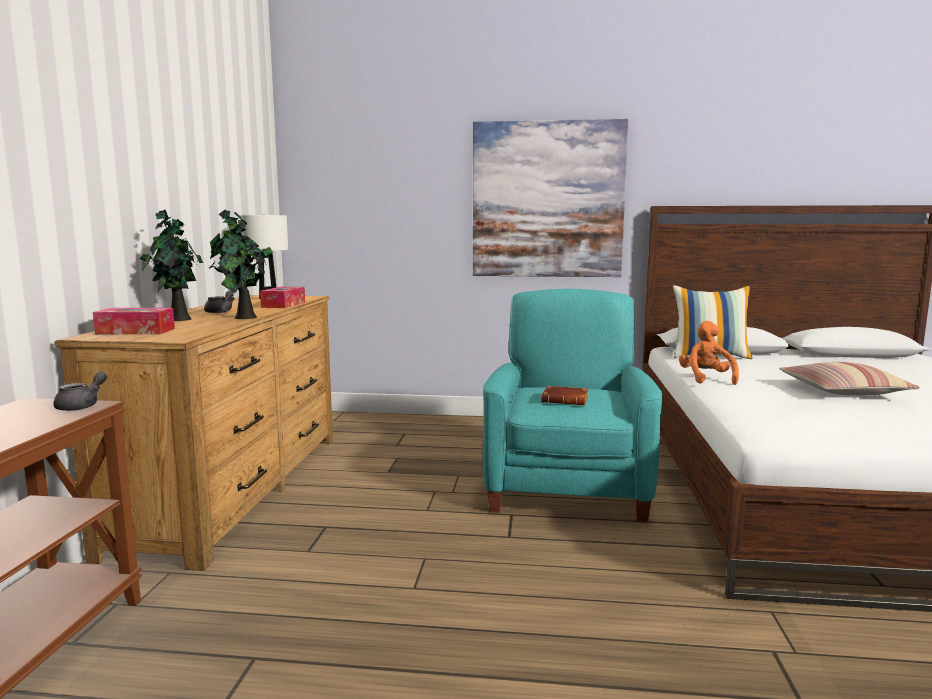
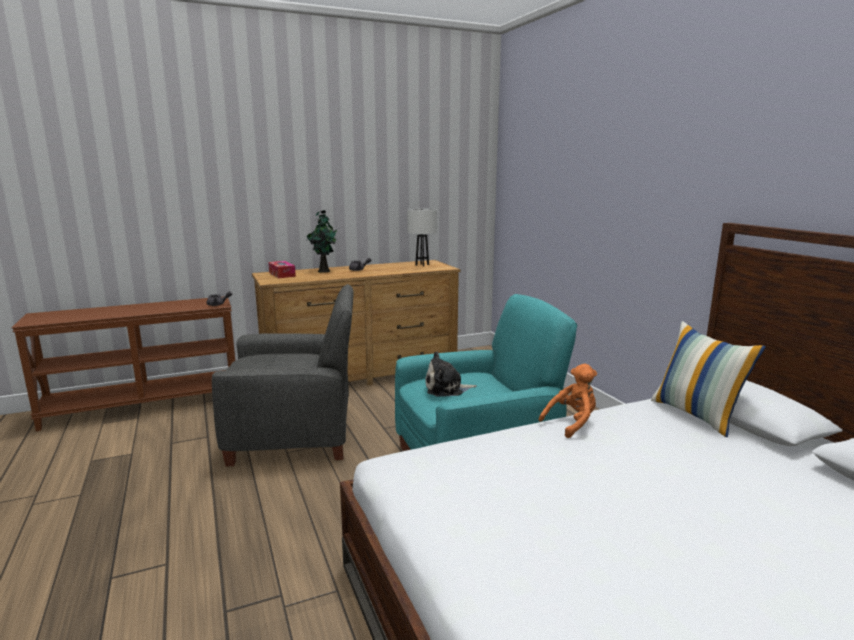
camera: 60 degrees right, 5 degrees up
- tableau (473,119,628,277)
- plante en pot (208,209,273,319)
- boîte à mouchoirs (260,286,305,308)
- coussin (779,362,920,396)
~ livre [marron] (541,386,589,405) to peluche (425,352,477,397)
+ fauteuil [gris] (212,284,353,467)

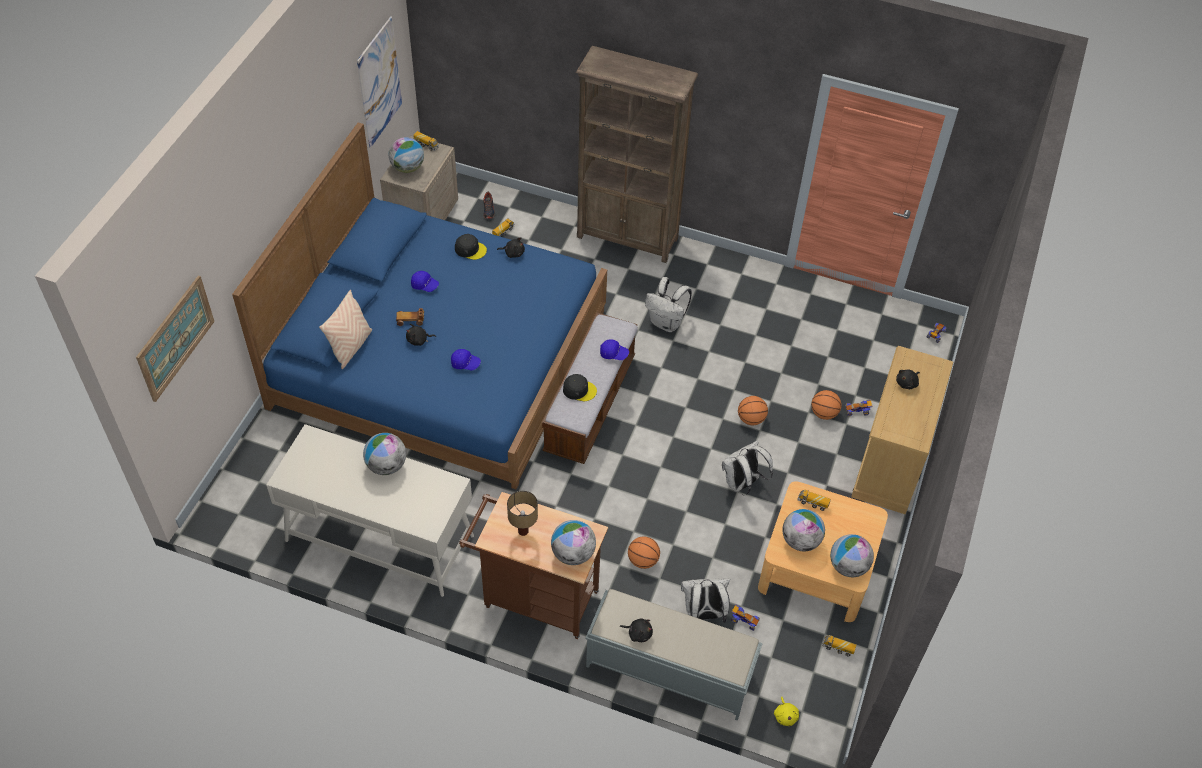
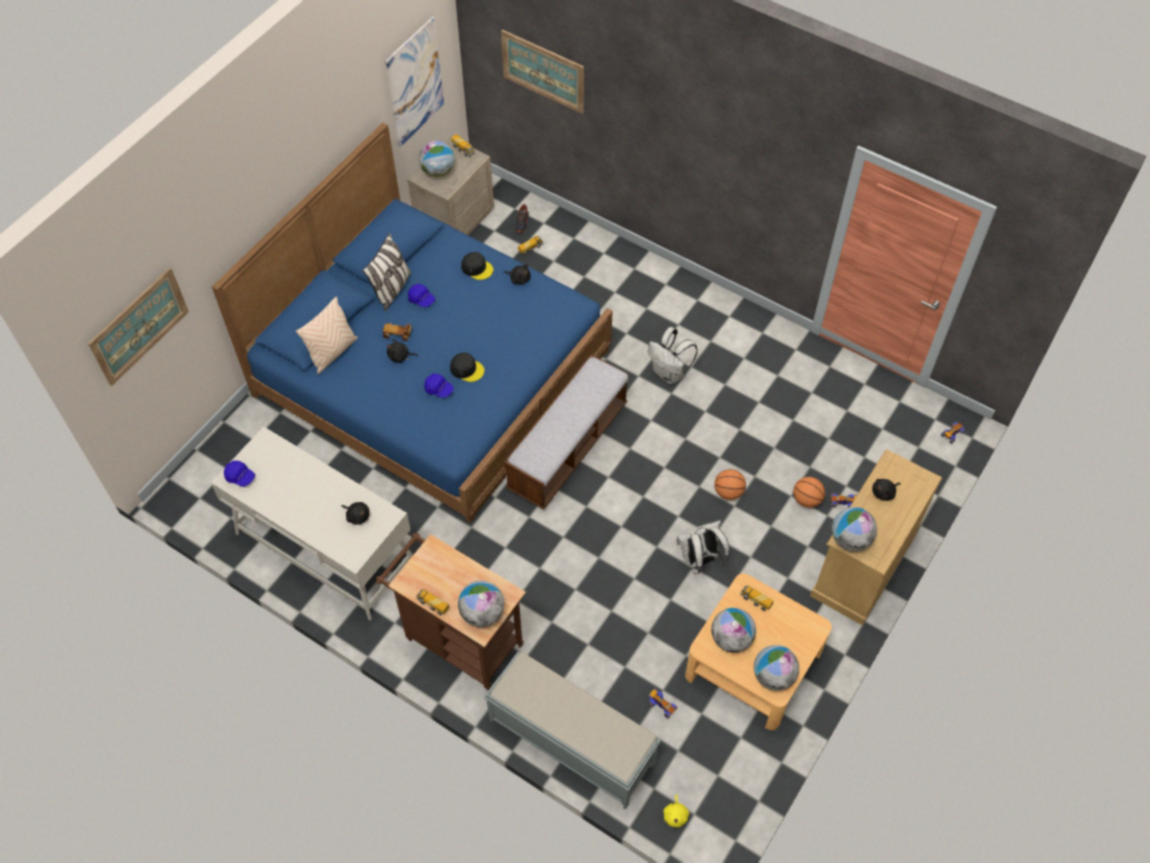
camera: 15 degrees right, 5 degrees up
- bibliothèque [marron] (576,46,698,263)
~ casquette [bleu] (600,340,629,360) to (224,460,255,487)
~ casquette [noir] (563,374,597,401) to (450,353,484,382)
~ globe (363,433,406,475) to (832,507,877,552)
- lampe de table (507,491,538,536)
- ballon de basket (628,536,660,569)
- sac à dos [blanc] (681,579,730,623)
~ peluche [noir] (619,618,653,642) to (342,502,370,525)
~ camion jouet (822,635,857,657) to (416,589,449,616)
+ tableau (501,30,584,114)
+ coussin (362,233,411,311)

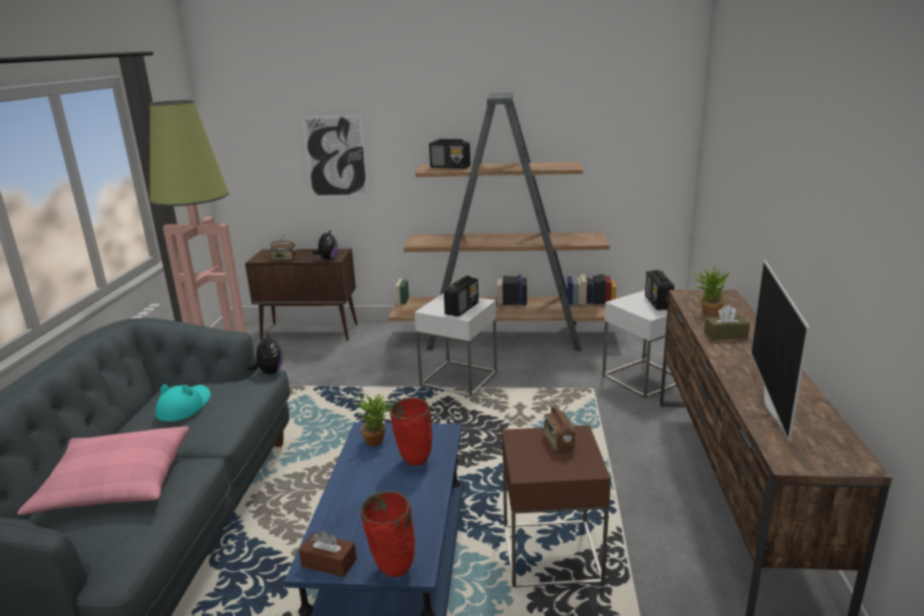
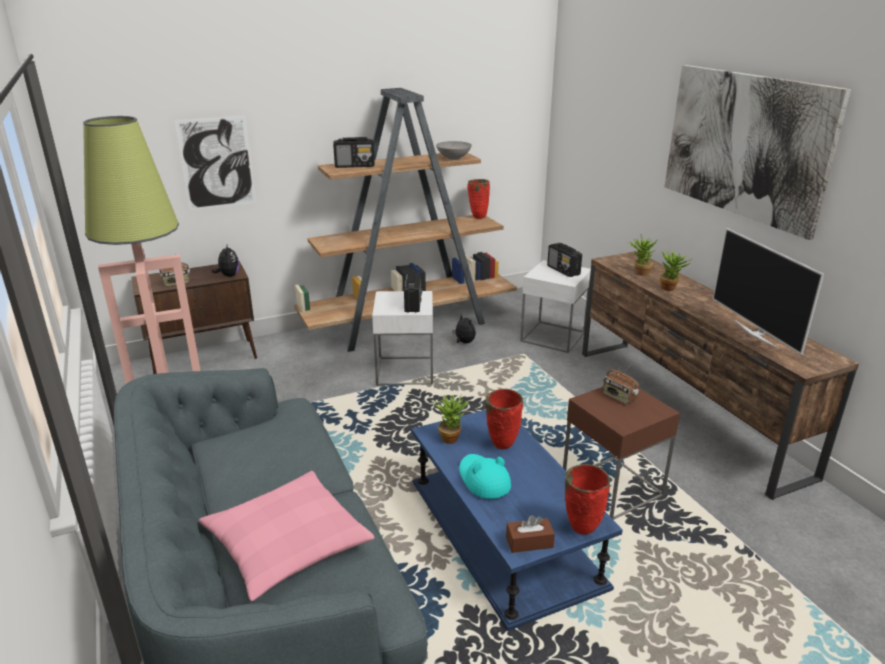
camera: 30 degrees left, 5 degrees up
~ boîte à mouchoirs [marron] (704,305,750,340) to plante en pot (660,249,692,291)
~ peluche (247,332,283,374) to (452,314,476,343)
~ chapeau [turquoise] (156,384,211,421) to (459,454,511,499)
+ tableau (664,65,851,240)
+ bol [gris] (436,141,472,160)
+ vase [rouge] (468,179,490,219)

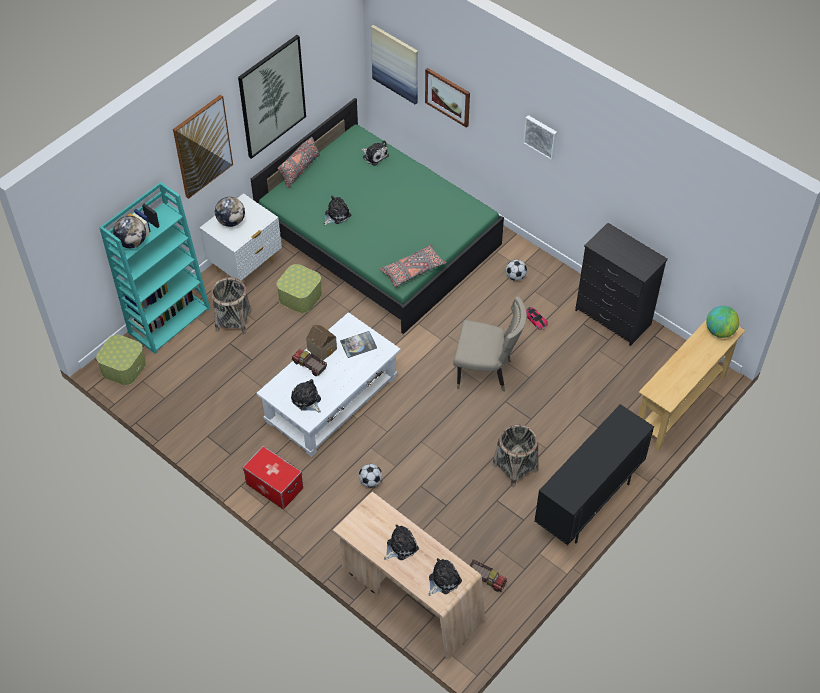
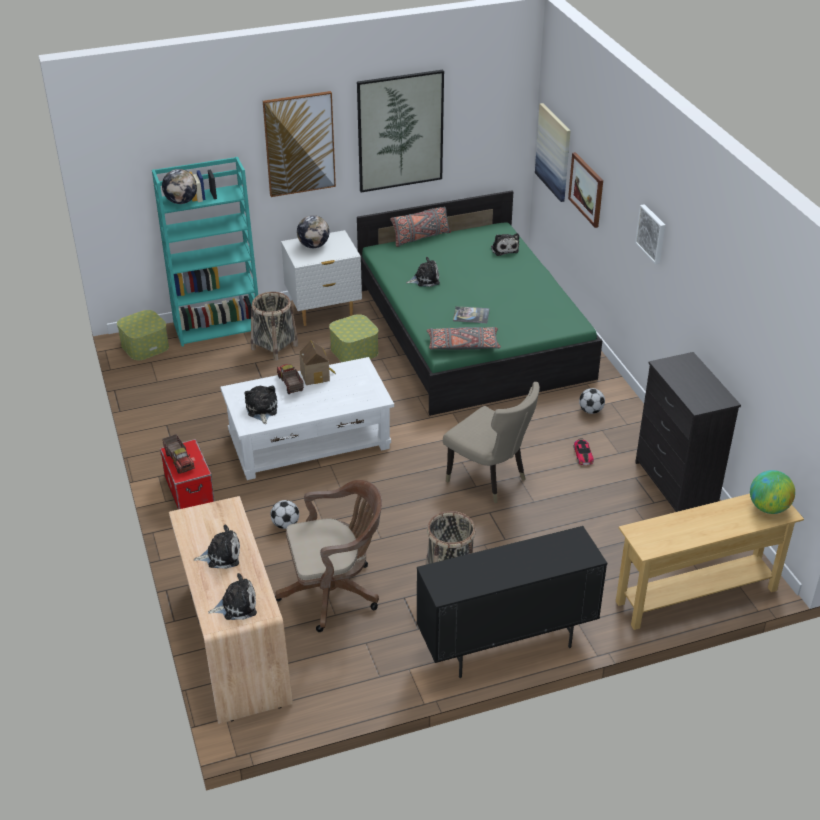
camera: 30 degrees right, 15 degrees down
~ livre (340,331,377,358) to (453,306,490,323)
~ camion jouet (469,559,507,592) to (162,434,195,473)
+ chaise de bureau [marron] (275,480,382,632)

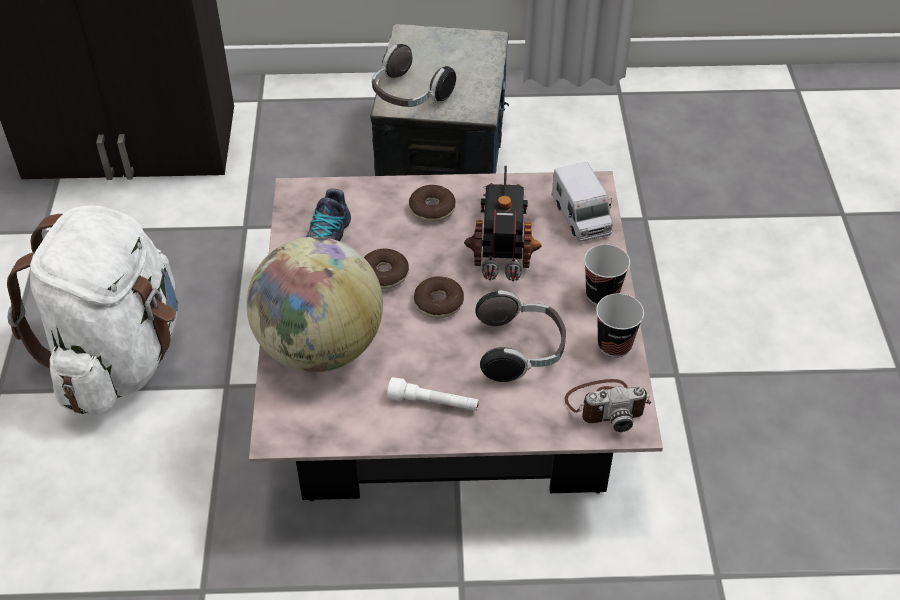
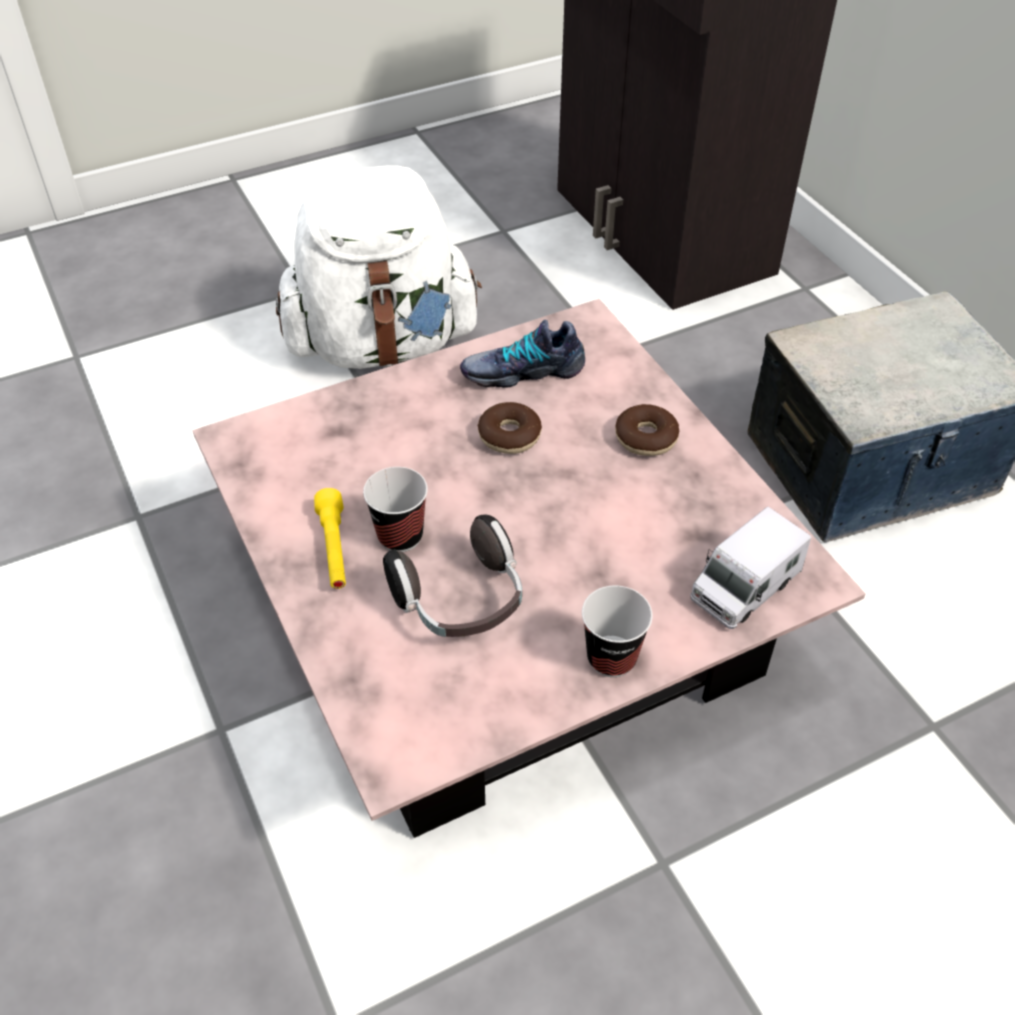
camera: 65 degrees right, 0 degrees up
- casque audio (372,44,456,107)
- camion jouet (464,166,542,281)
- globe (246,237,383,372)
- beignet (414,276,464,318)
~ tasse (596,294,644,357) to (363,467,428,552)
~ lampe de poche [blanc] (387,377,479,411) to lampe de poche [jaune] (314,488,346,589)
- appareil photo (565,379,651,432)

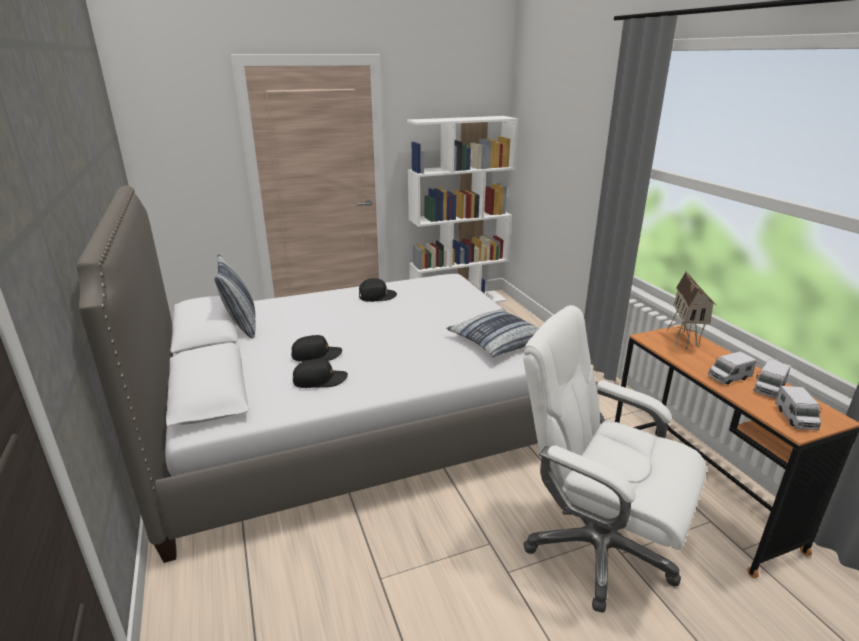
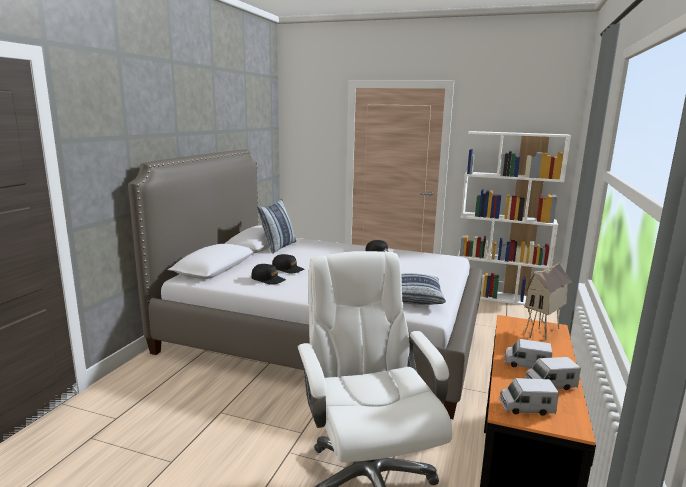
camera: 40 degrees right, 10 degrees down
~ camion jouet (775,386,822,430) = (499,378,559,416) 45 degrees clockwise

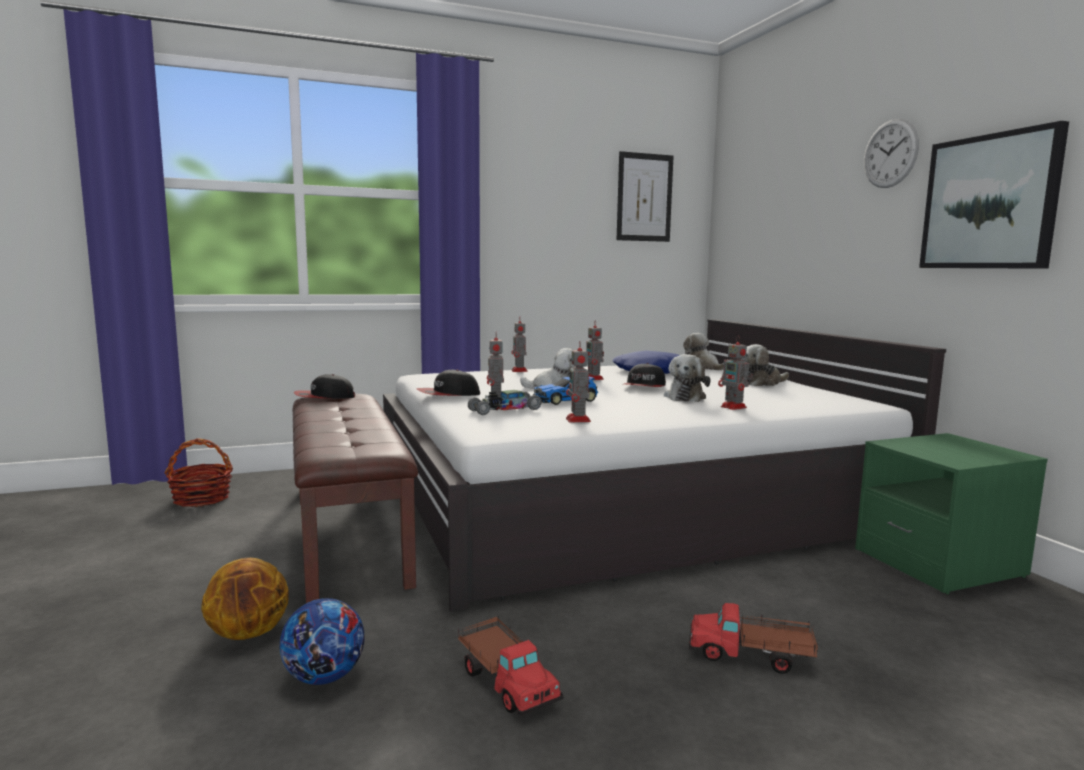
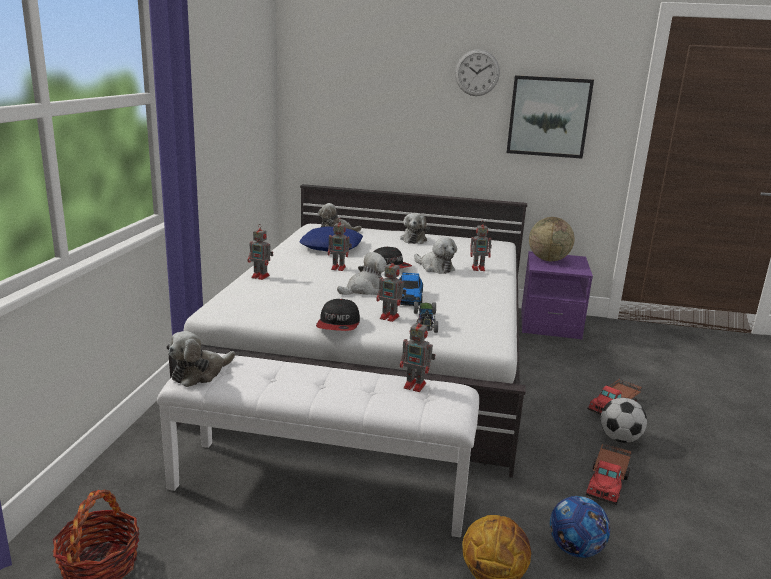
camera: 60 degrees left, 10 degrees up
- tableau (617,151,674,242)
~ robot jouet (566,342,591,422) to (400,317,435,392)
~ casquette (294,374,355,399) to peluche (168,331,235,387)
~ banc [marron] (293,394,418,603) to banc [blanc] (157,353,479,538)
~ table de chevet [vert] (855,433,1048,594) to table de chevet [violet] (521,251,593,340)
~ camion jouet (458,616,564,716) = (586,444,632,505) 120 degrees clockwise
+ globe (529,217,575,261)
+ ballon de foot (601,398,647,443)

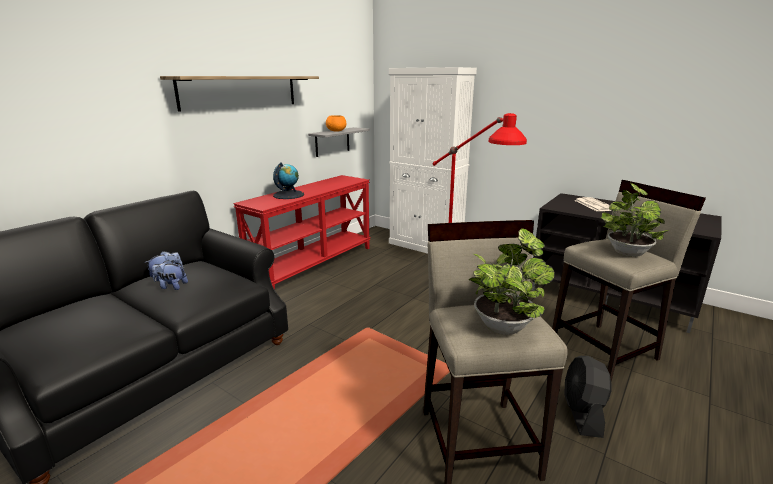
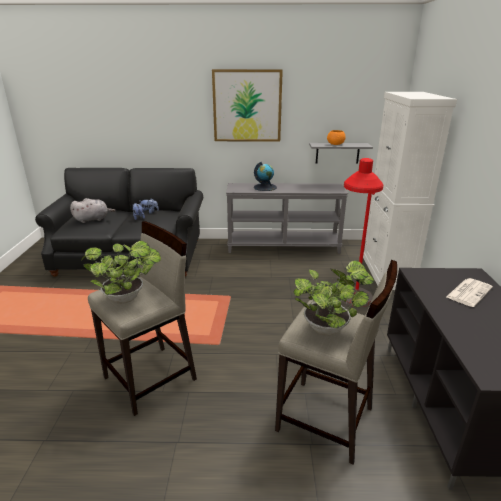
camera: 55 degrees right, 5 degrees up
~ étagère (160,76,319,112) to tableau (212,69,283,142)
~ table console [rouge] (233,175,371,290) to table console [gris] (226,183,348,254)
- ventilateur [noir] (564,356,612,438)
+ peluche [gris] (70,198,116,223)

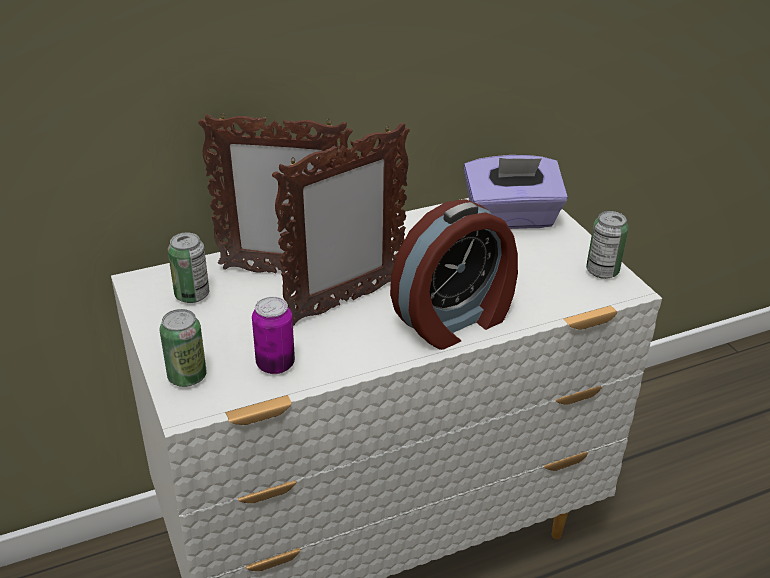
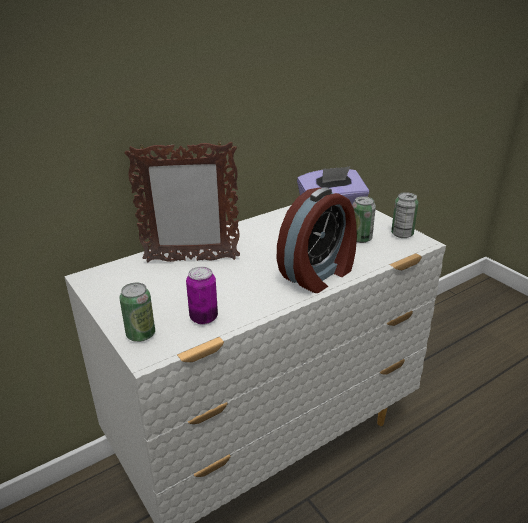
camera: 10 degrees left, 5 degrees down
- cadre photo (272,123,410,326)
~ boîte métallique (168,232,209,303) to (352,196,376,243)

